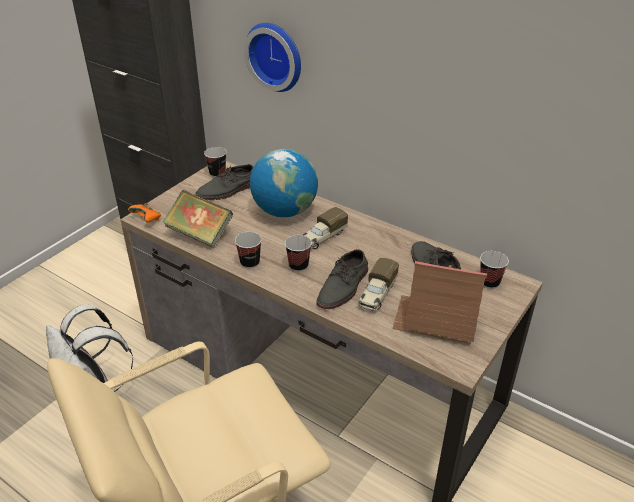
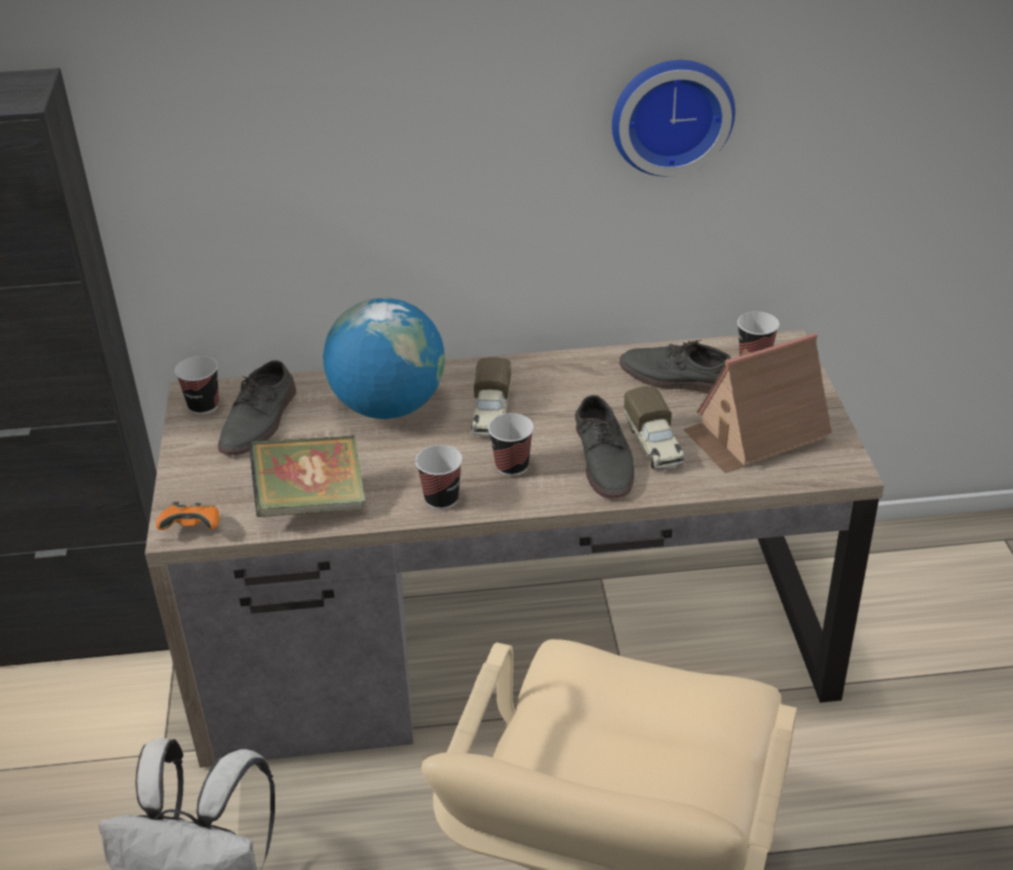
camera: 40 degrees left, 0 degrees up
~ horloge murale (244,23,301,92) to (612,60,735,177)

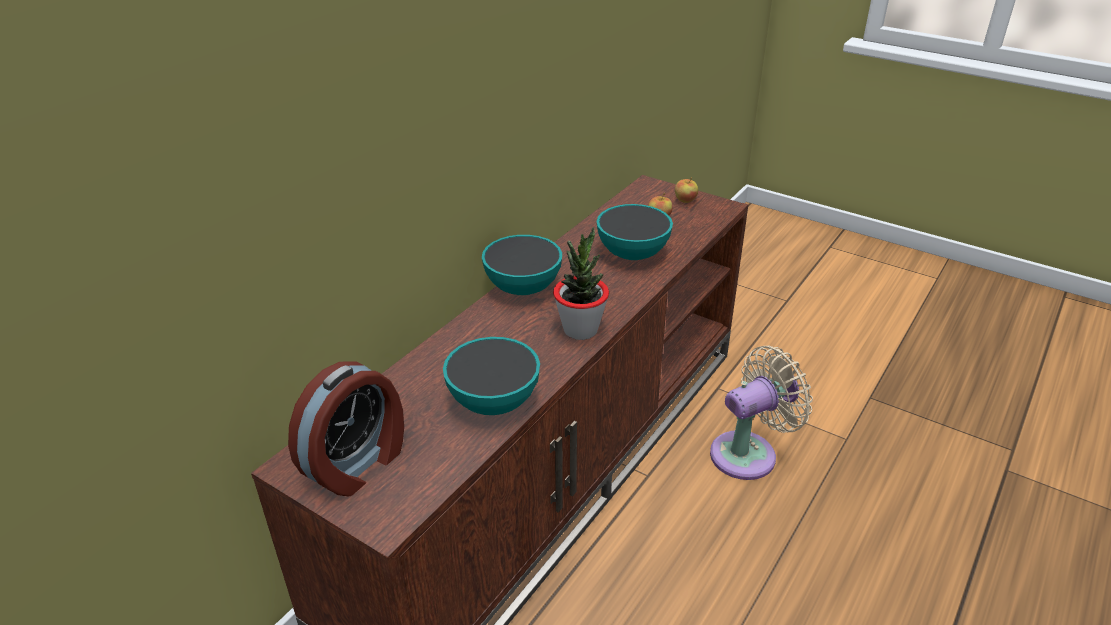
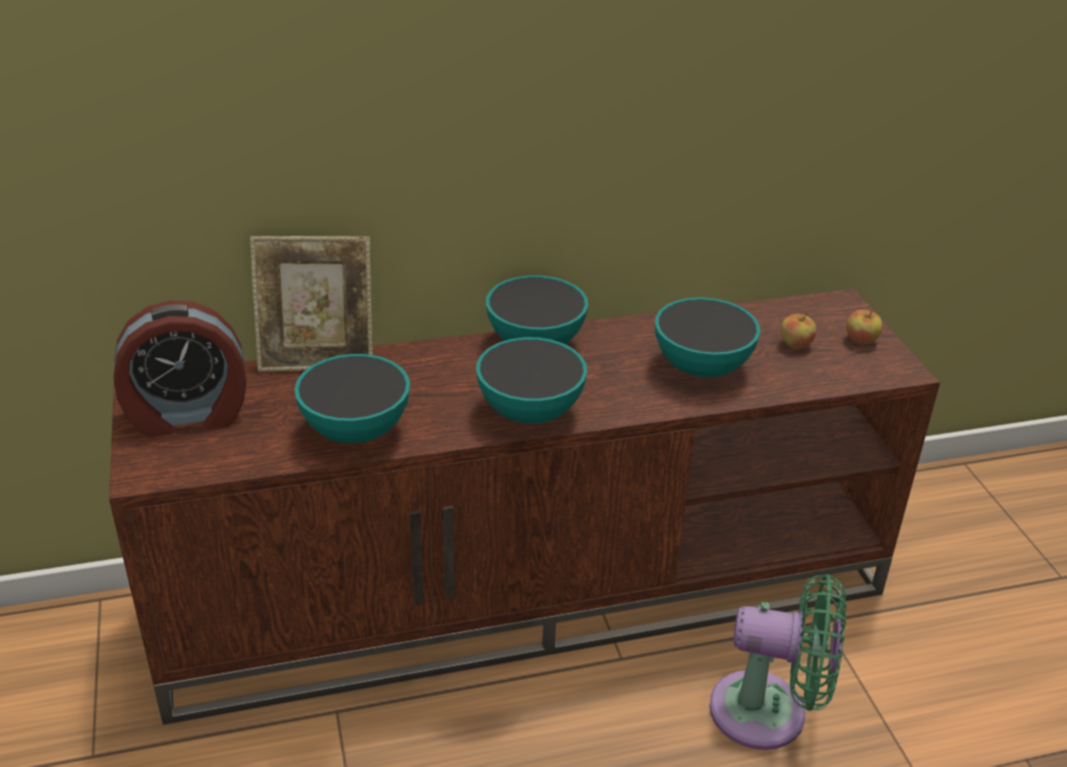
camera: 40 degrees right, 0 degrees up
~ plante en pot (553,227,609,340) to bol (476,337,587,423)
~ ventilateur [beige] (710,346,813,480) to ventilateur [vert] (709,574,846,750)
+ cadre photo (250,236,373,372)

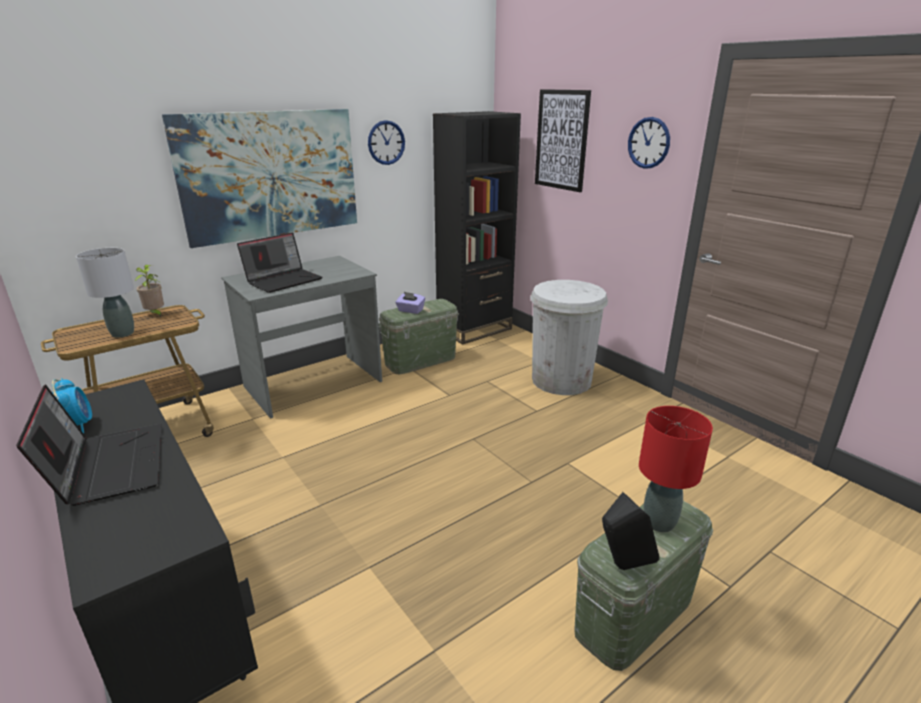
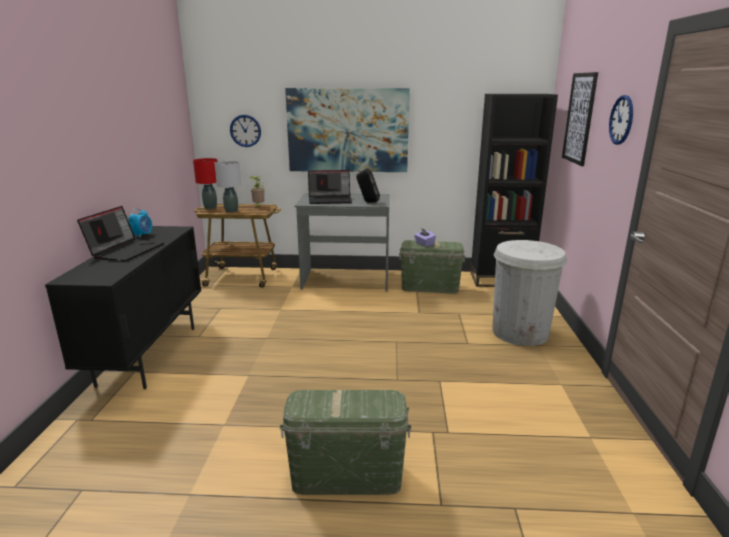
camera: 40 degrees right, 5 degrees down
~ horloge murale (368,120,405,165) to (230,115,261,147)
~ lampe de table [rouge] (639,406,713,532) to (193,158,218,209)
~ enceinte [noir] (602,492,660,570) to (356,168,380,203)

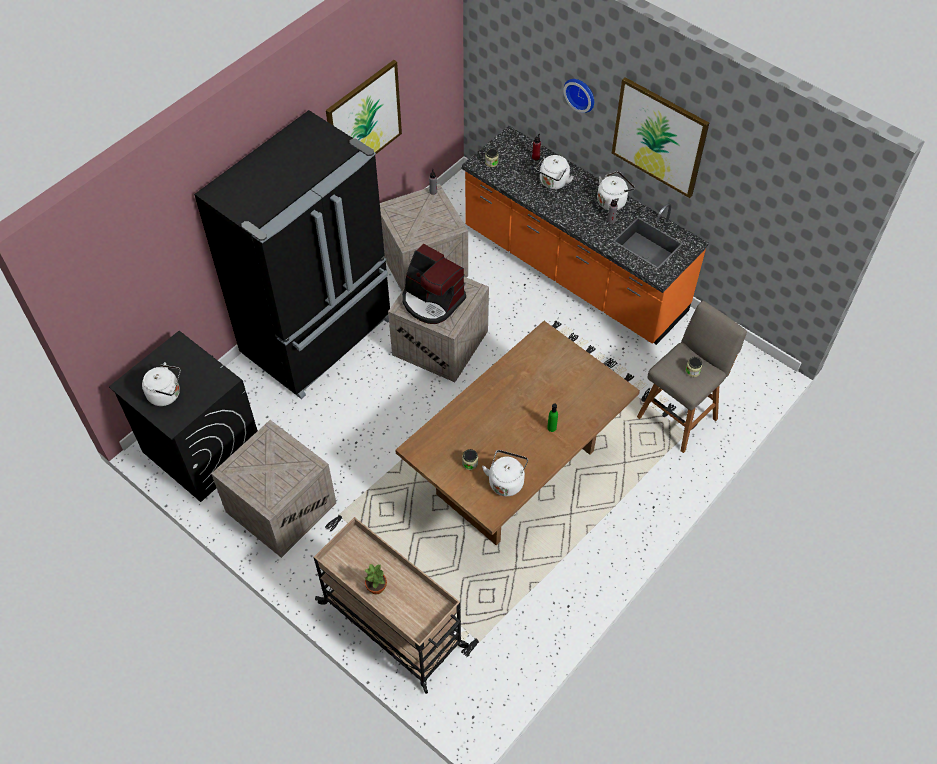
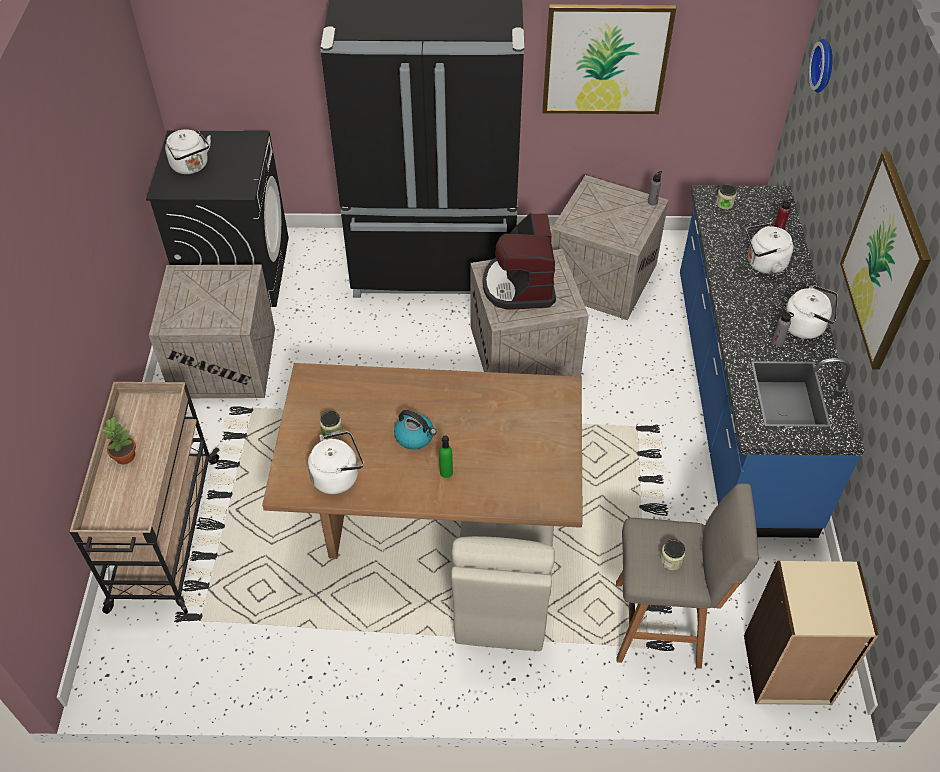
camera: 50 degrees right, 5 degrees down
~ horloge murale (563,79,594,113) to (809,39,833,93)
~ comptoir de cuisine [orange] (461,126,709,345) to comptoir de cuisine [bleu] (680,185,865,538)
+ bouilloire (394,410,436,450)
+ chaise [beige] (451,521,555,651)
+ bibliothèque [beige] (744,561,879,705)

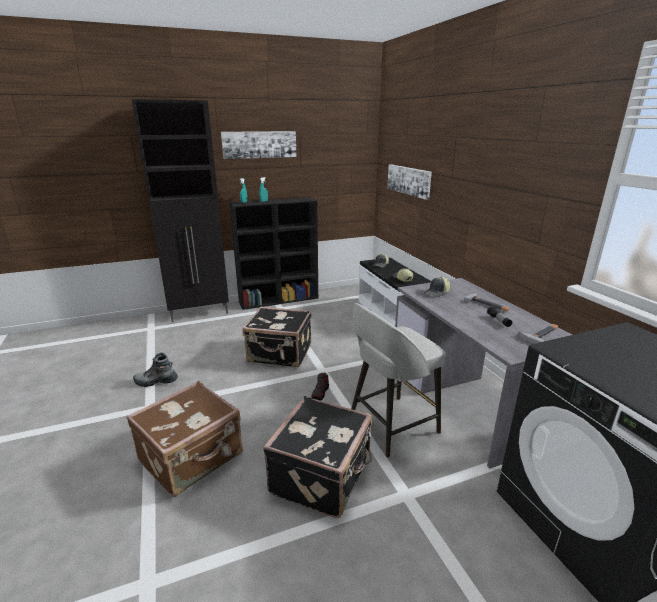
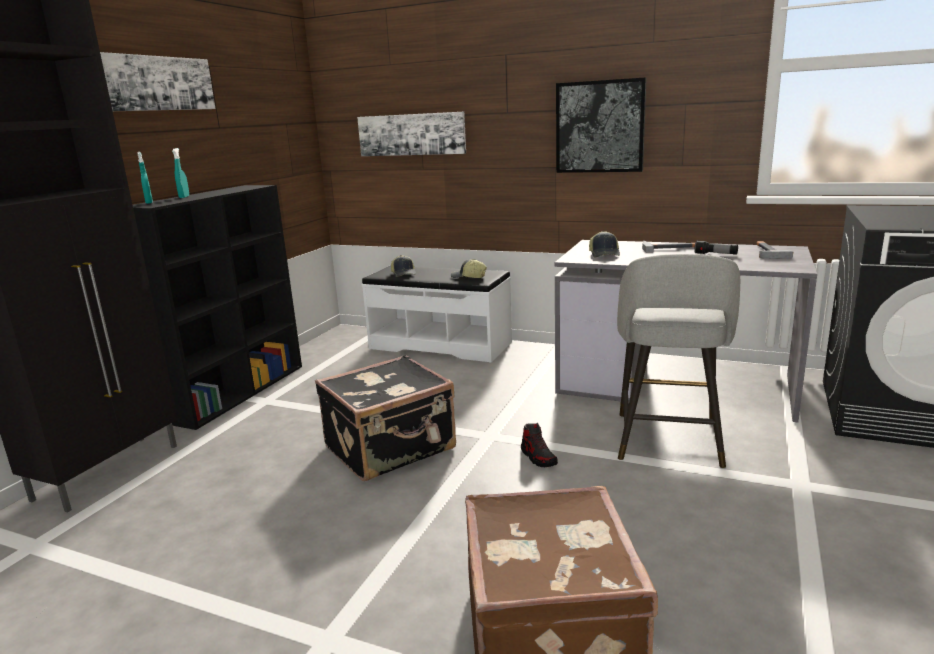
camera: 45 degrees left, 5 degrees down
- botte (133,353,178,387)
- valise [noir] (263,396,372,518)
+ tableau (556,77,647,173)

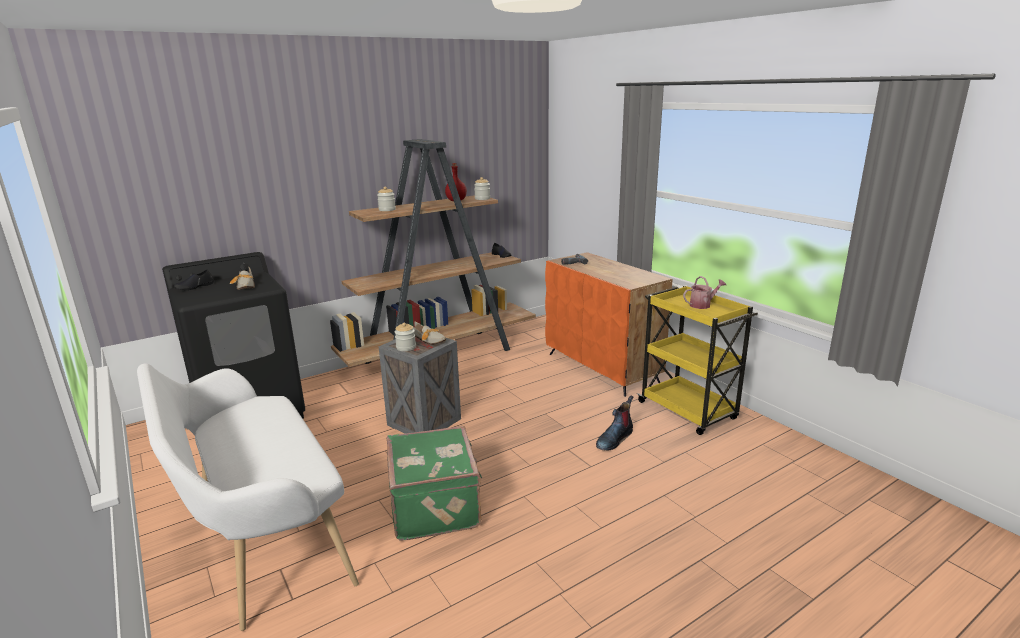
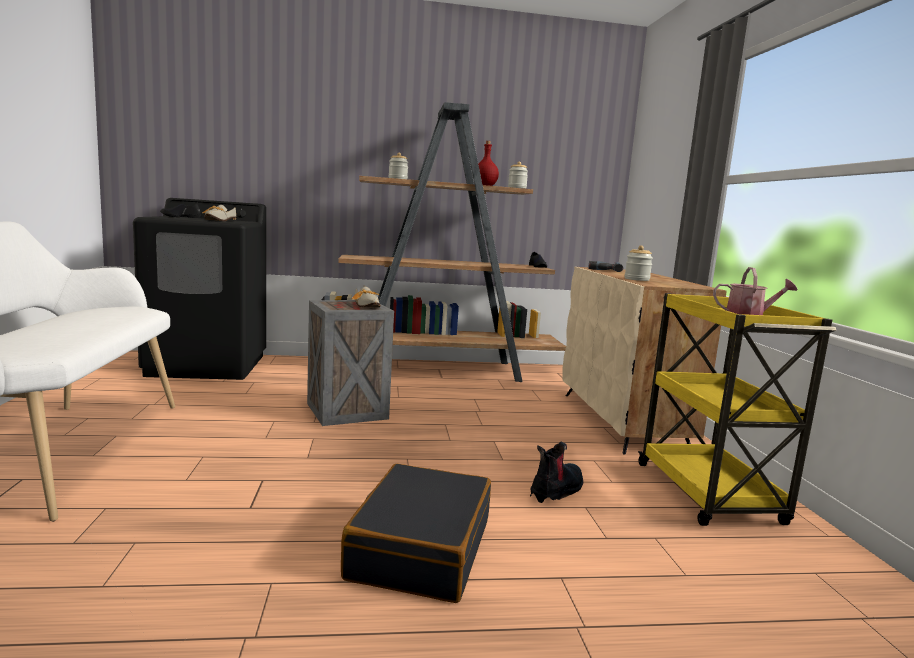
camera: 25 degrees right, 10 degrees down
~ meuble de rangement [orange] (545,252,672,397) to meuble de rangement [beige] (563,267,727,454)
~ bocal (395,323,416,351) to (624,246,653,281)
~ botte (596,395,633,451) = (530,441,583,503) 150 degrees clockwise
- valise [vert] (387,426,482,541)
+ valise [noir] (341,464,491,603)

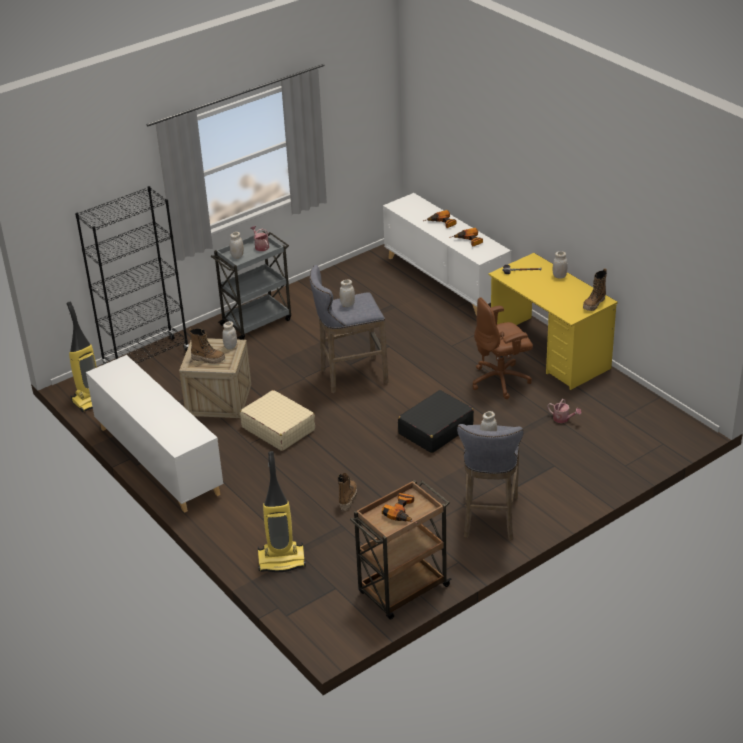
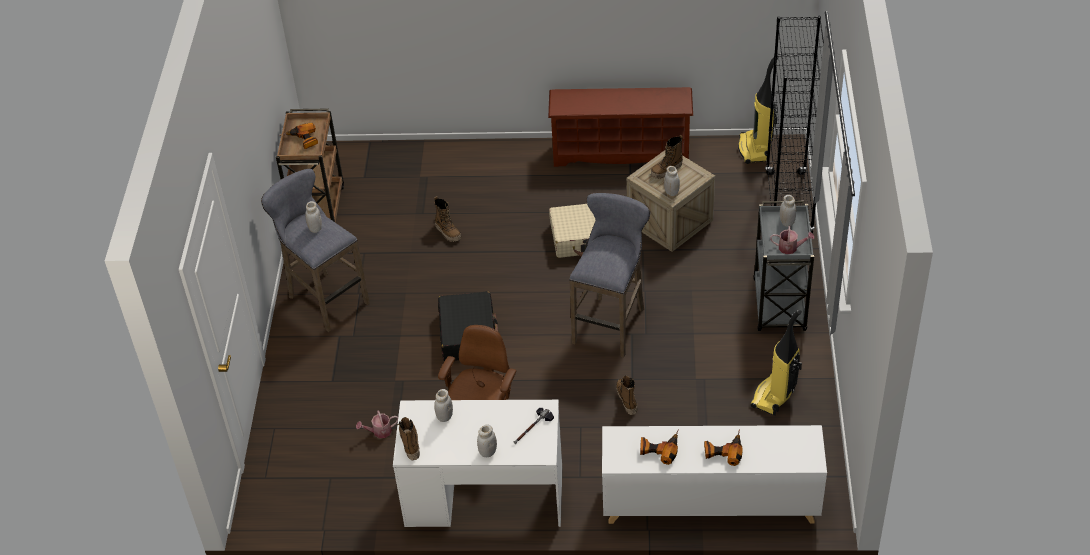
camera: 130 degrees right, 10 degrees up
~ bureau [jaune] (488,253,618,390) to bureau [blanc] (393,400,562,527)
~ bocal [blanc] (340,279,355,307) to (434,389,453,422)
~ meuble de rangement [blanc] (86,355,223,513) to étagère à chaussures [marron] (548,87,693,167)
~ aspirateur (258,451,306,572) to (750,309,802,416)
+ botte (616,376,637,415)

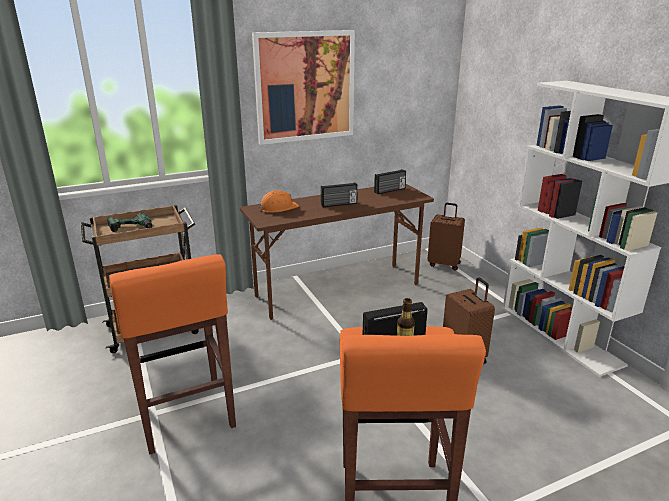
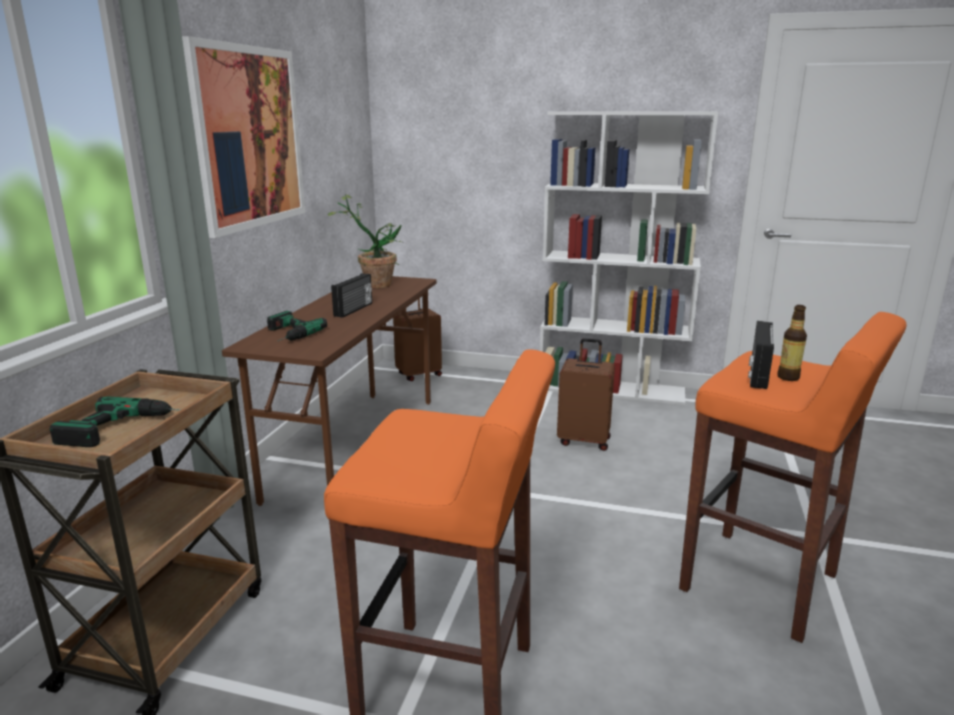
camera: 50 degrees left, 5 degrees down
~ radio (374,169,406,194) to plante en pot (328,195,402,288)
~ casque de chantier [orange] (258,190,299,213) to perceuse (267,311,327,341)

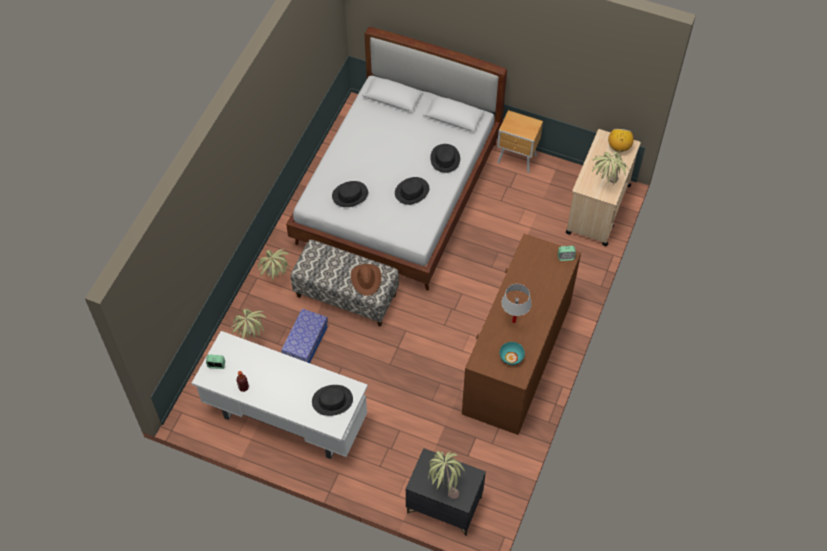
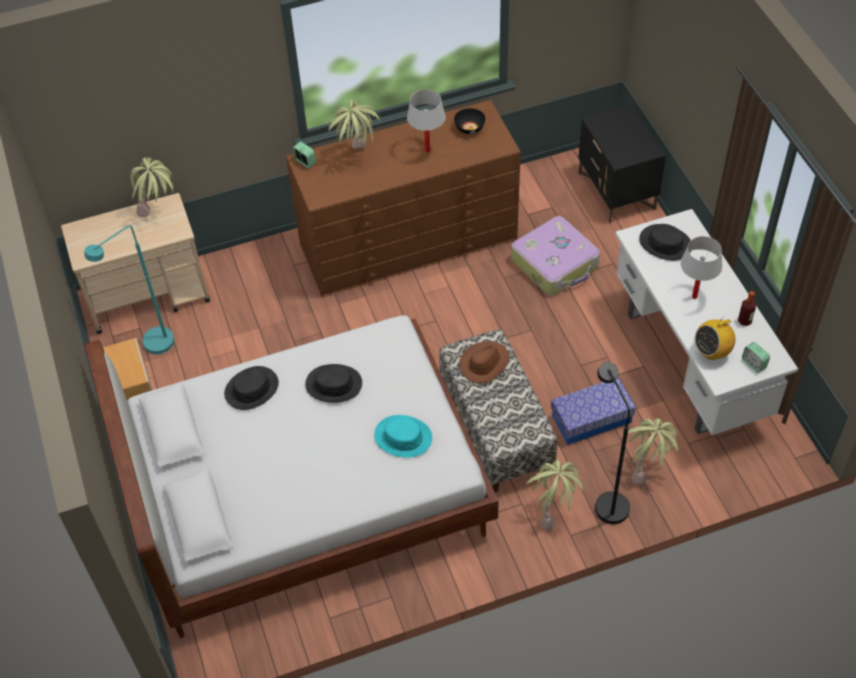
camera: 130 degrees left, 5 degrees down
~ radio (608,129,634,153) to (694,313,735,360)
~ chapeau [noir] (332,181,368,207) to chapeau [turquoise] (374,415,432,458)
~ bol [turquoise] (500,342,525,365) to bol [noir] (454,108,485,134)
~ plante en pot (428,451,465,499) to (328,100,380,150)
+ valise (511,216,600,296)
+ lampadaire [turquoise] (85,225,174,354)
+ lampe de table [blanc] (680,236,722,299)
+ lampadaire [noir] (595,362,630,524)

